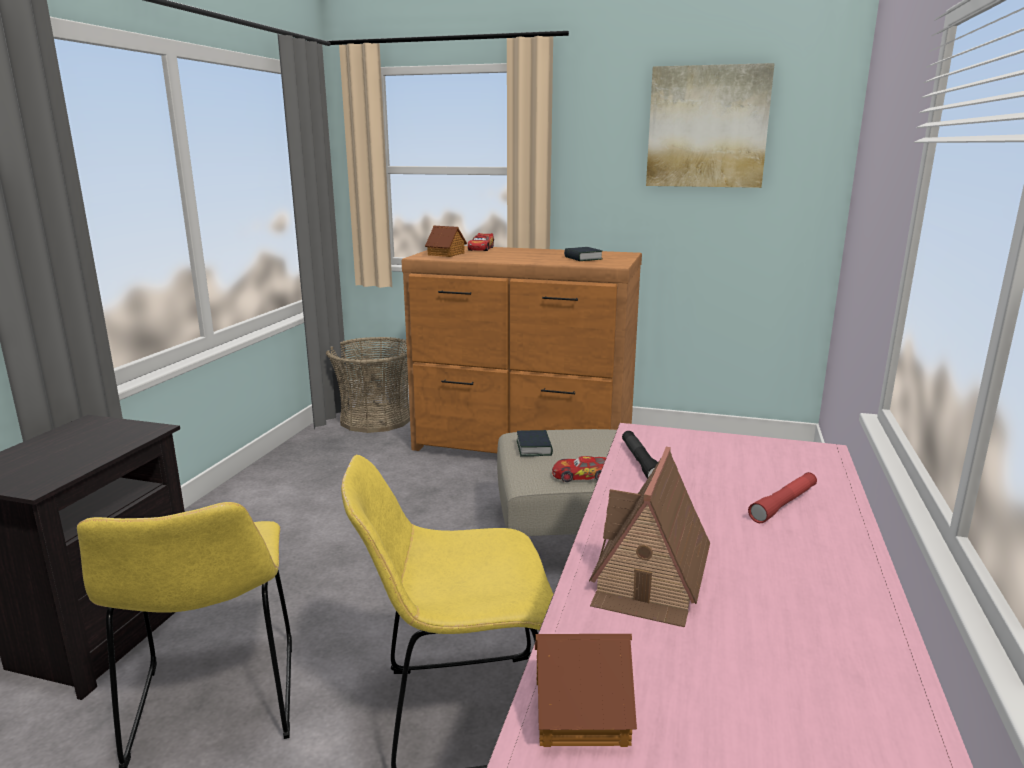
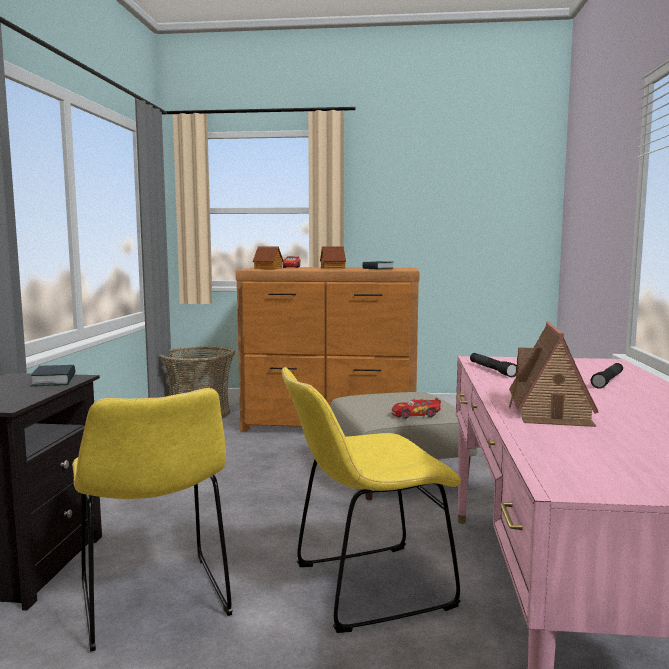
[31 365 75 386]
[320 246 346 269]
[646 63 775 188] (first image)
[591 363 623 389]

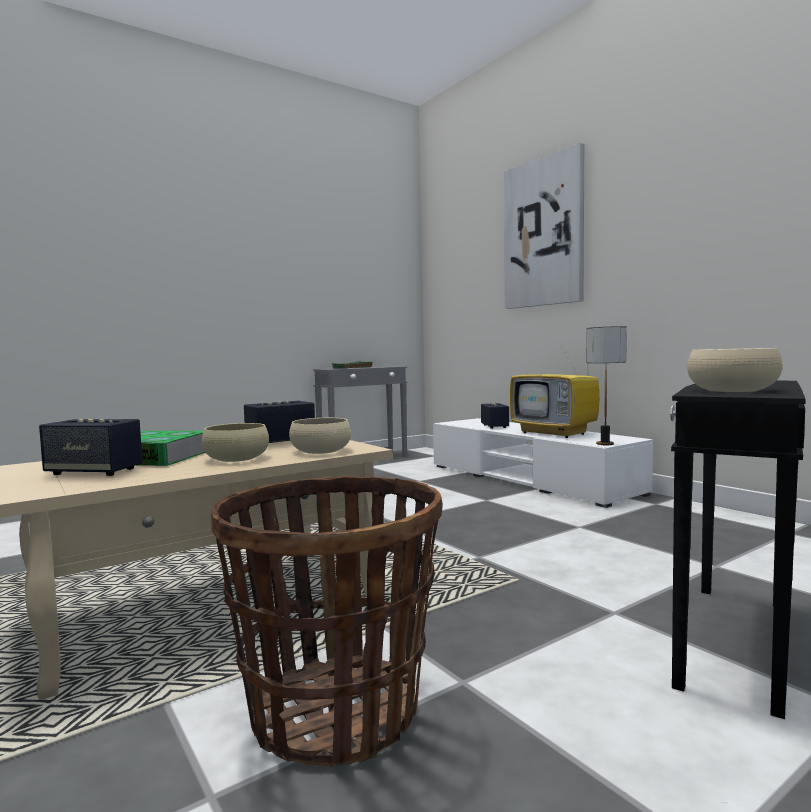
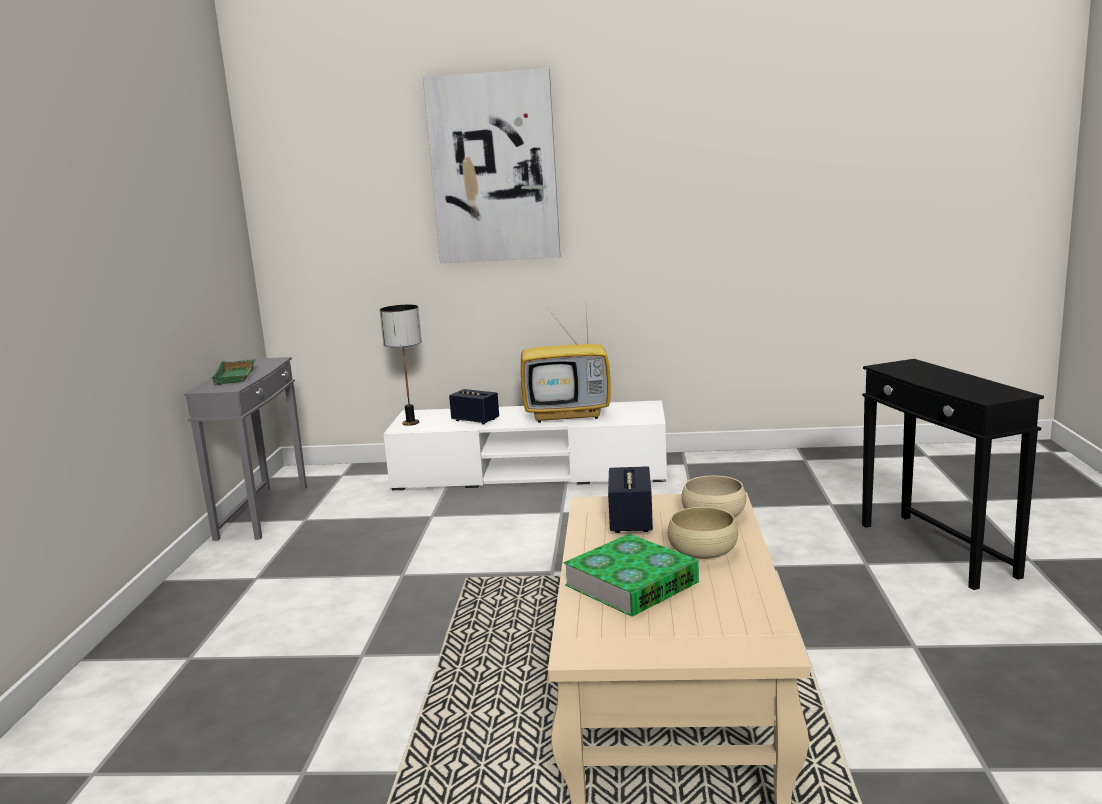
[39 419 143 476] (first image)
[211 476 443 767] (first image)
[380 305 422 426]
[687 348 783 392] (first image)

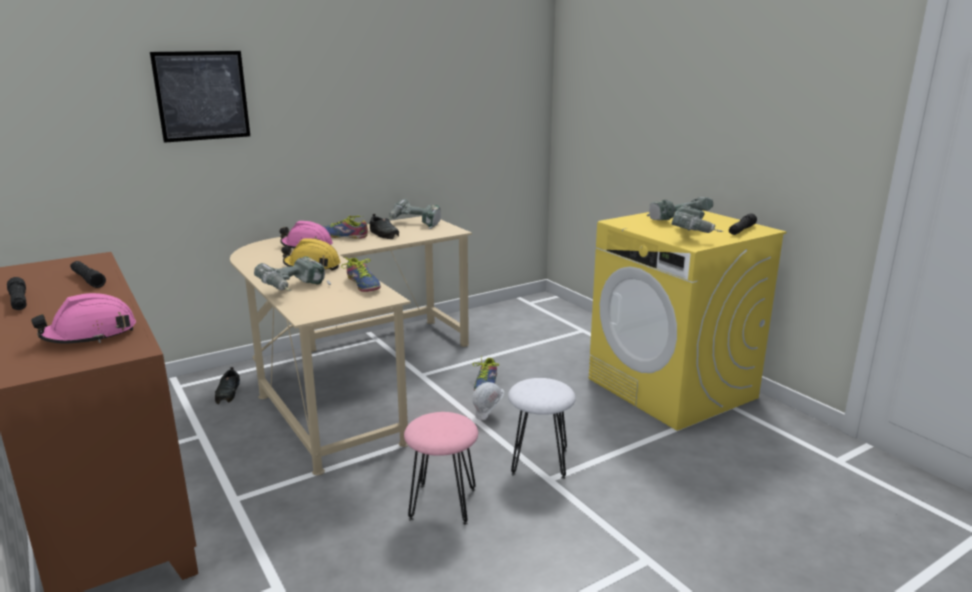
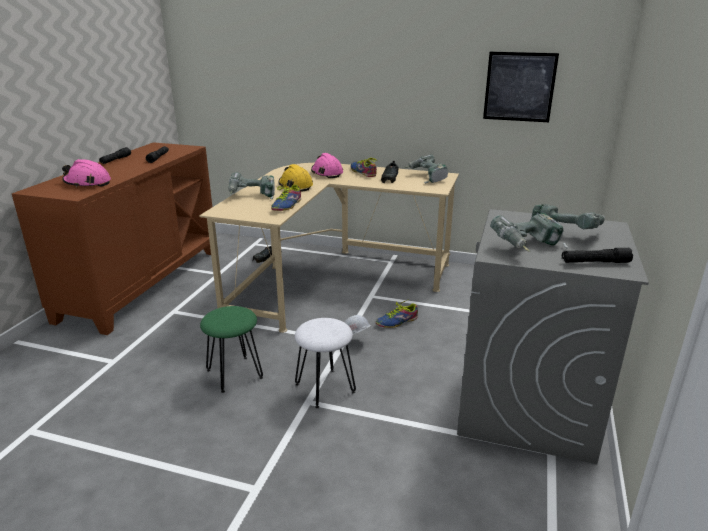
[483 52 559 122]
[200 306 263 393]
[457 209 649 464]

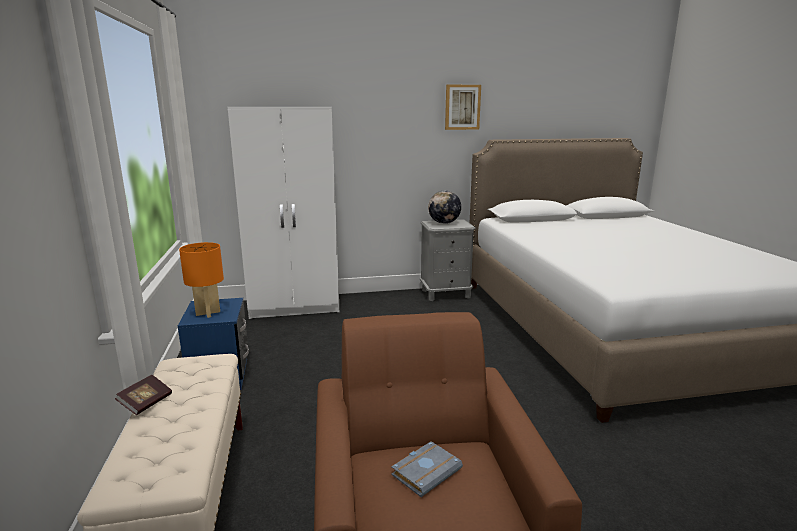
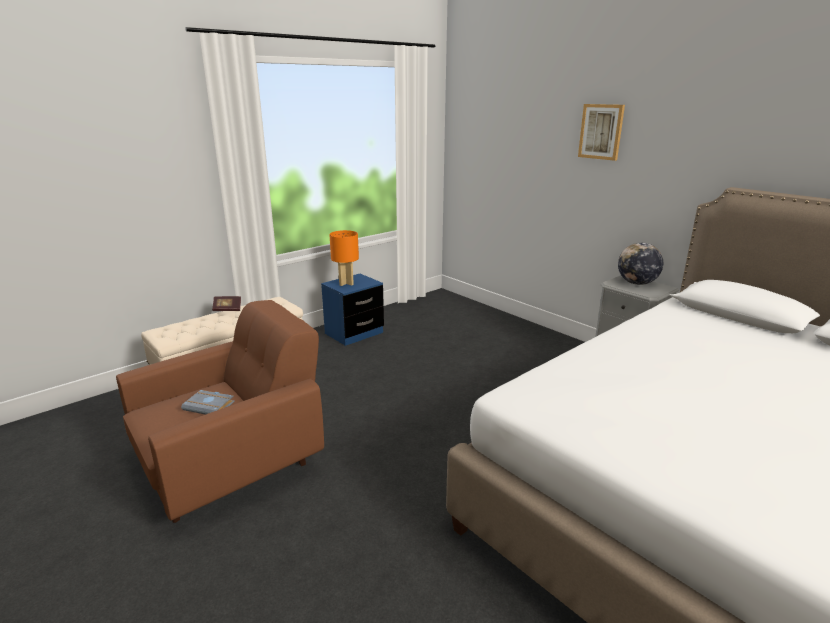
[228 107 339 319] (first image)
[578 104 625 161]

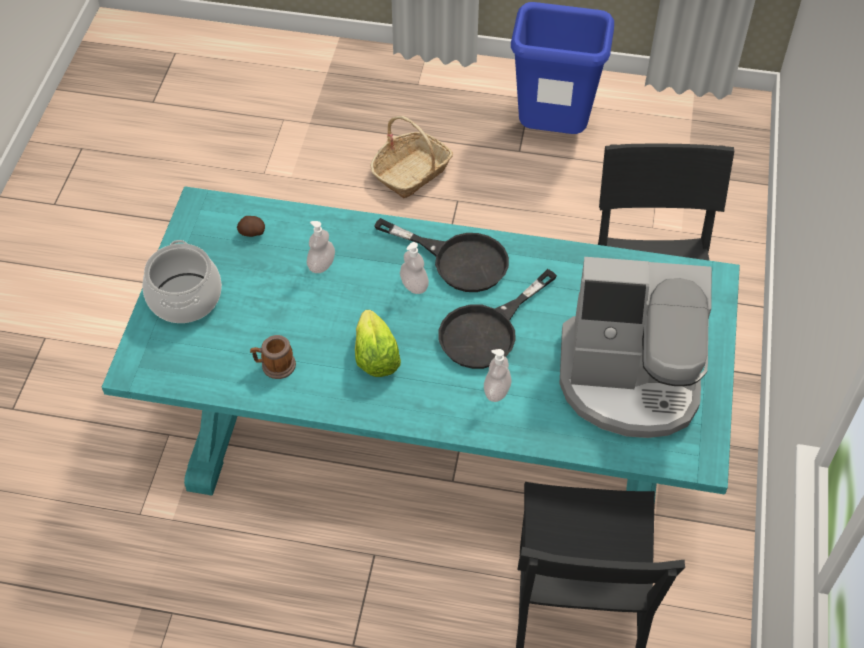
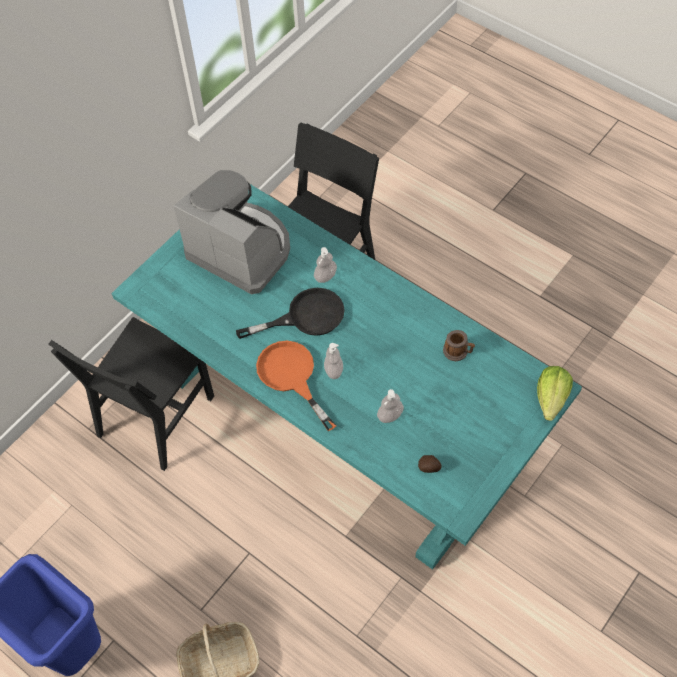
[142 240 222 323] (first image)
[537 366 573 421]
[256 341 336 431]

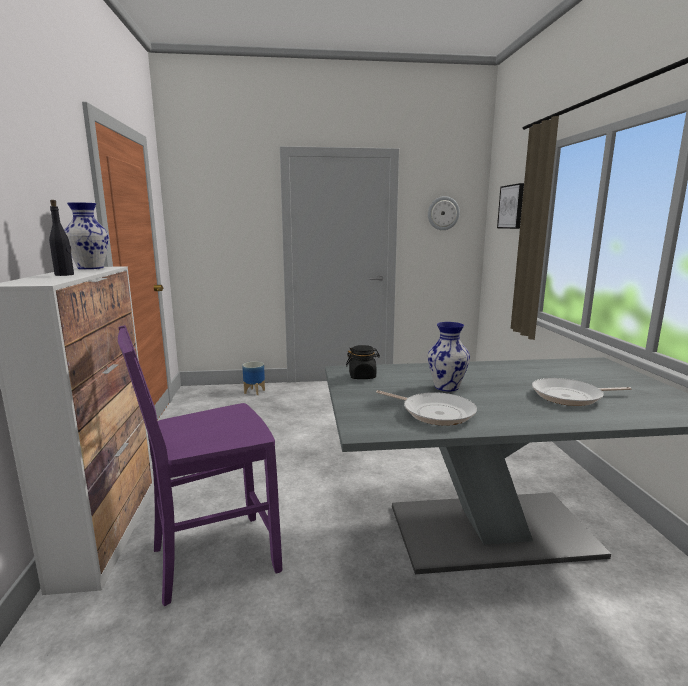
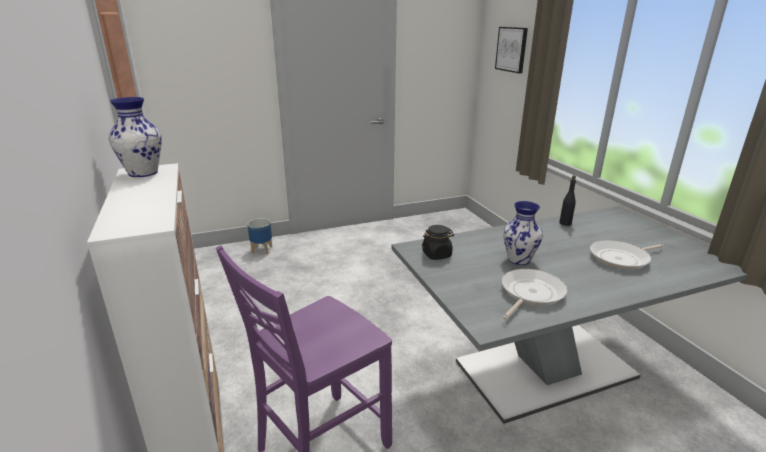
[559 176 576 226]
[501 269 567 319]
[428 196 460 230] (first image)

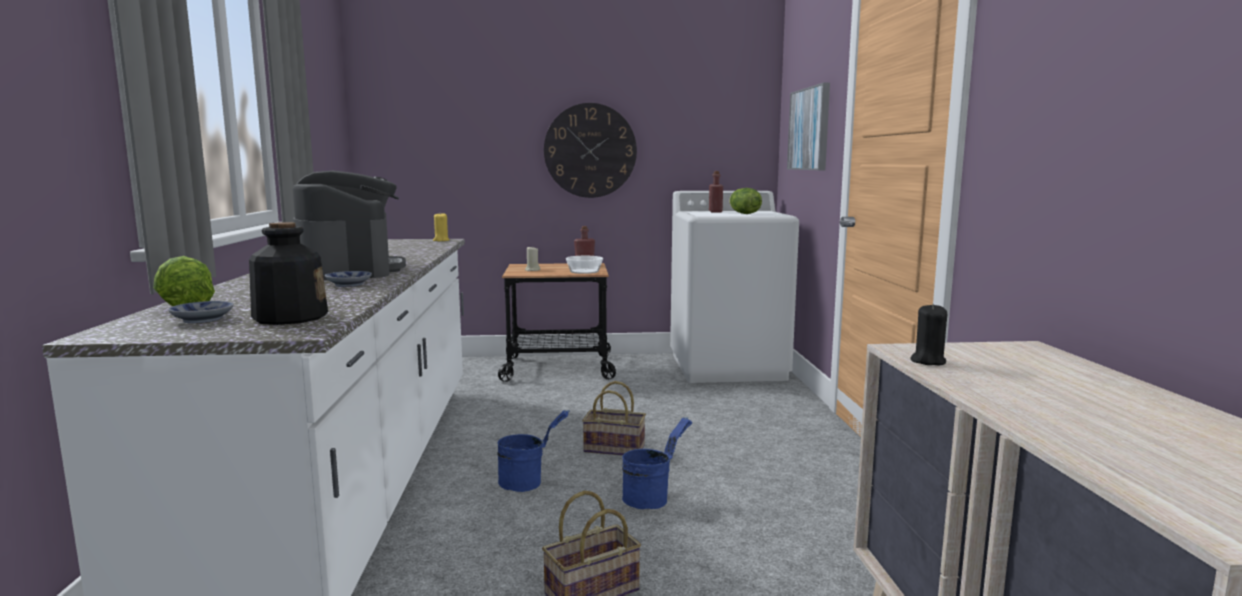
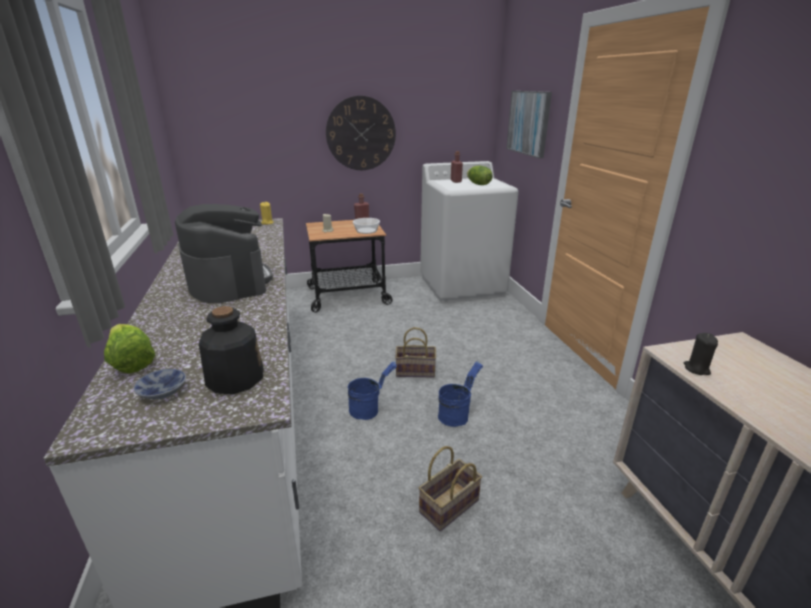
[325 271 372 287] (first image)

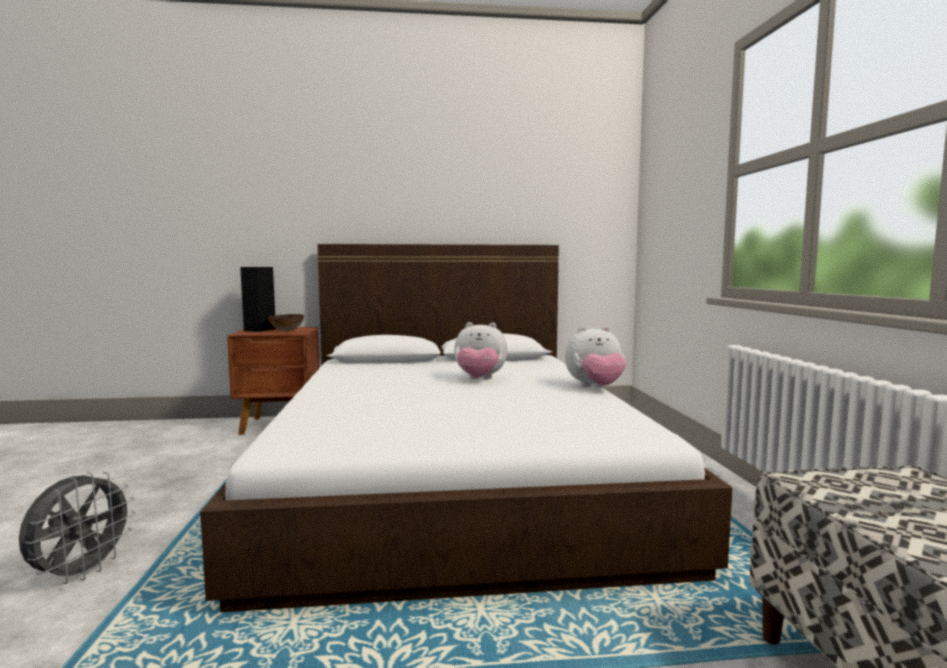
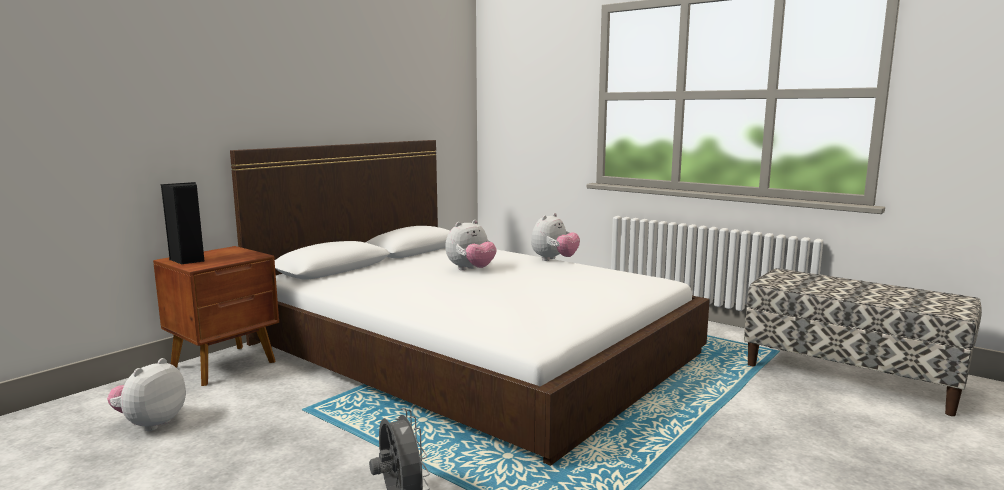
[268 314 304 331] (first image)
[107 358 186 431]

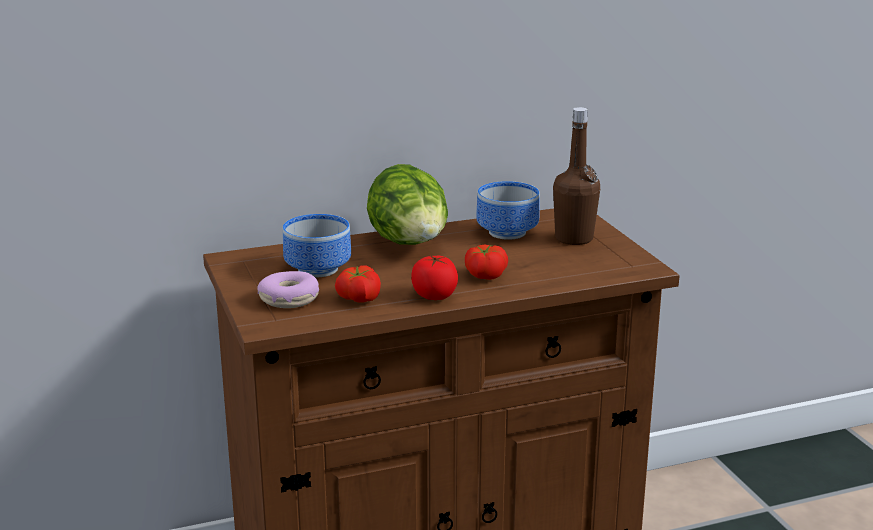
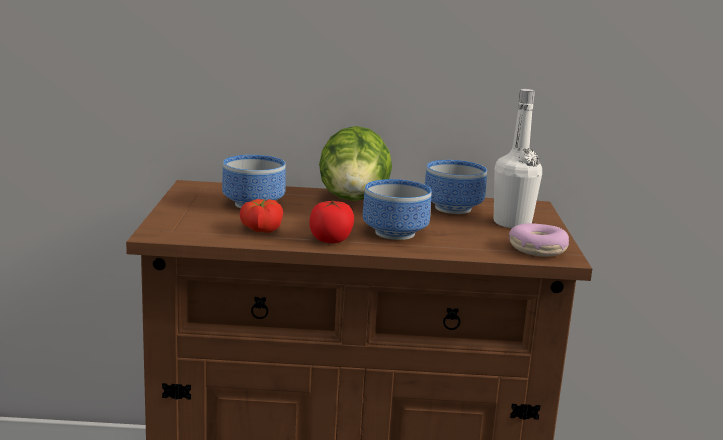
[509 223 569 257]
[363 179 432 240]
[494 89 542 228]

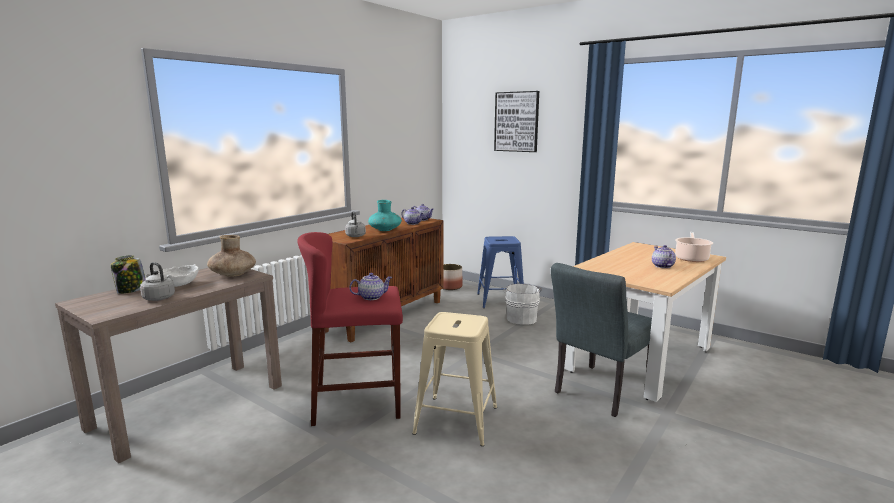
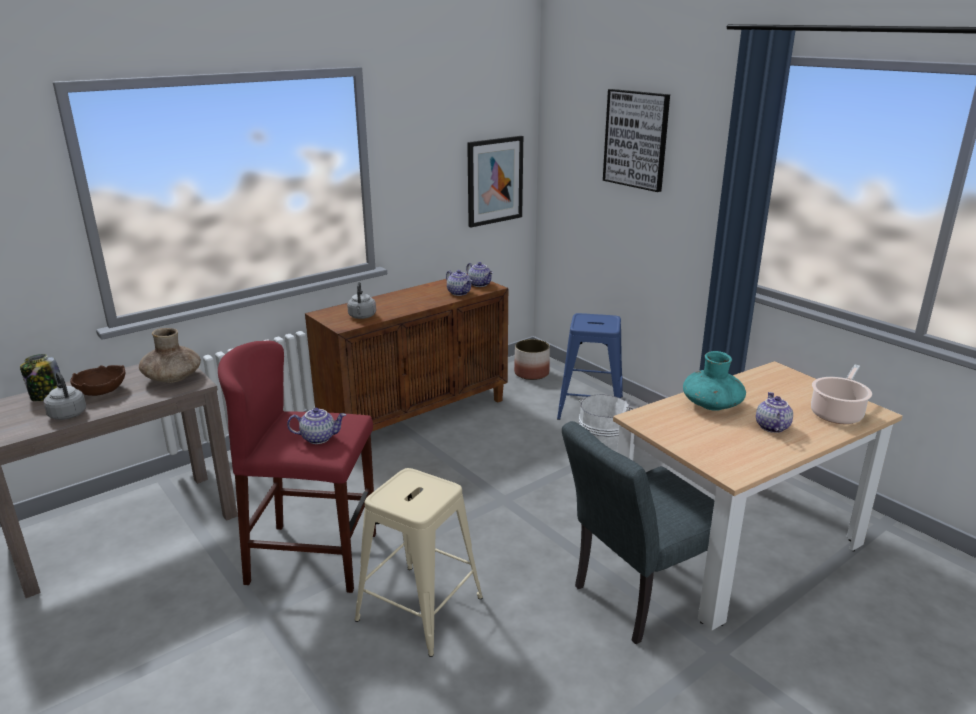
[70 365 125 396]
[683 351 746 411]
[467 136 523 228]

